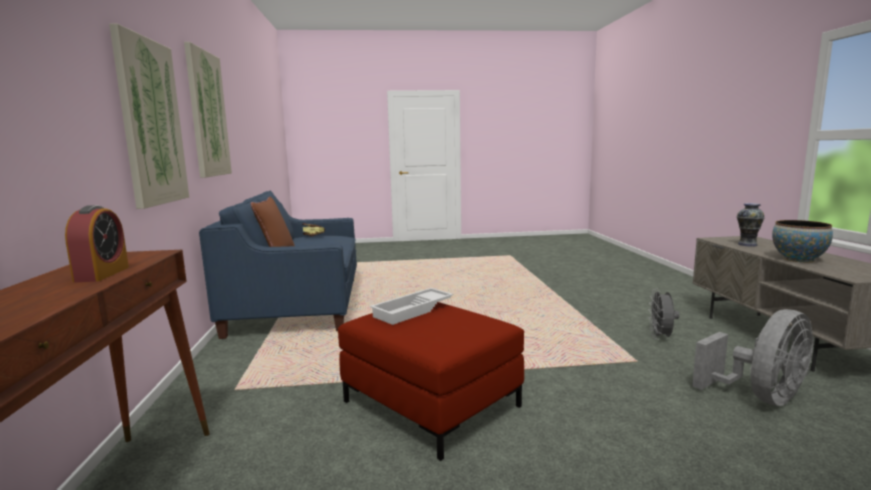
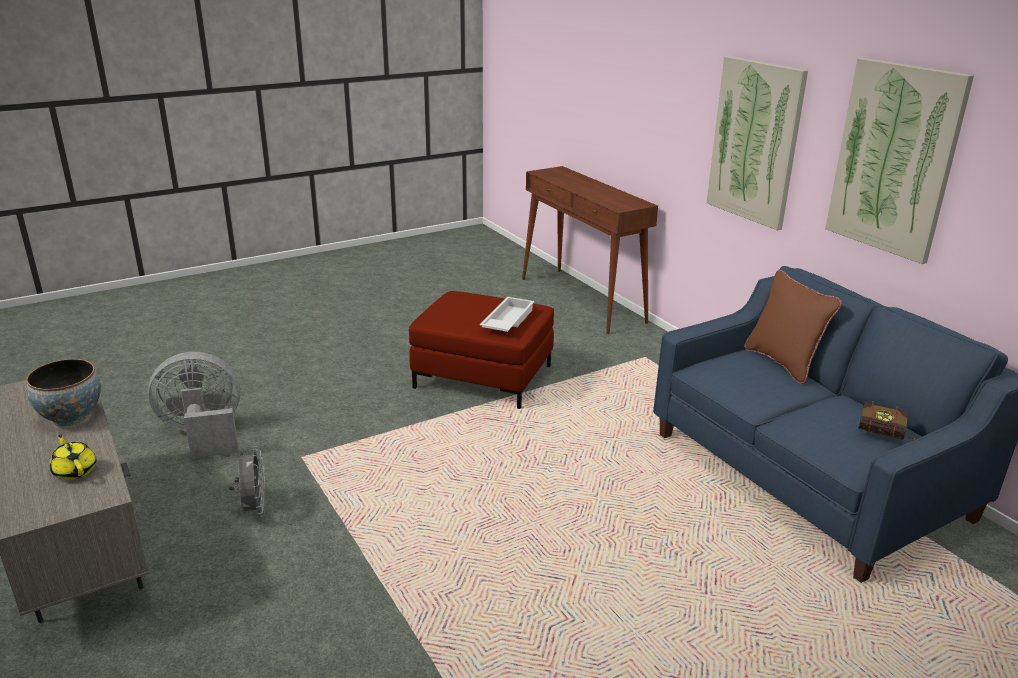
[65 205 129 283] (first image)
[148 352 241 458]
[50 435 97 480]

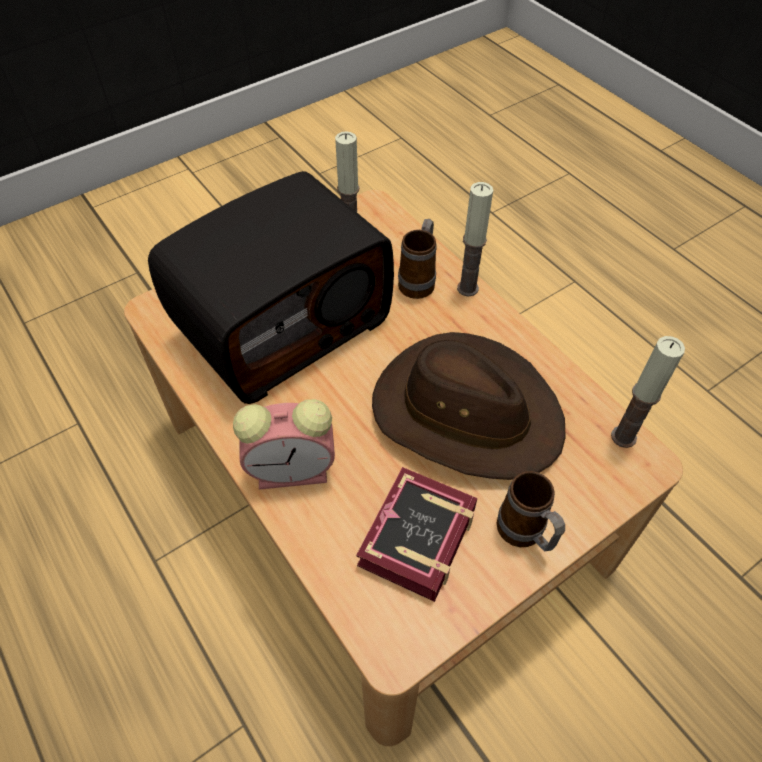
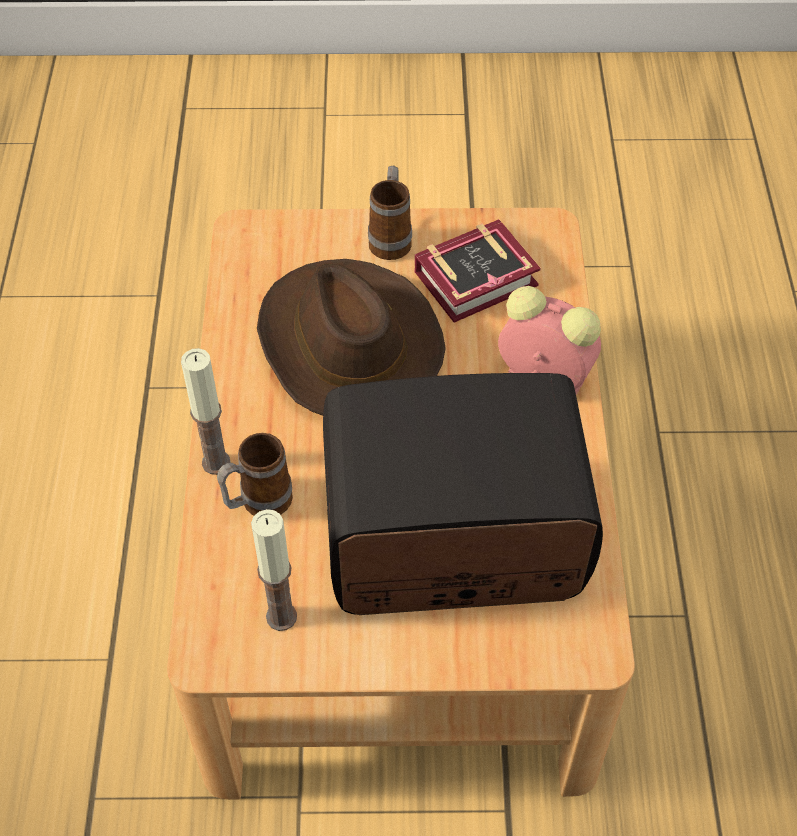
[611 336 685 448] (first image)

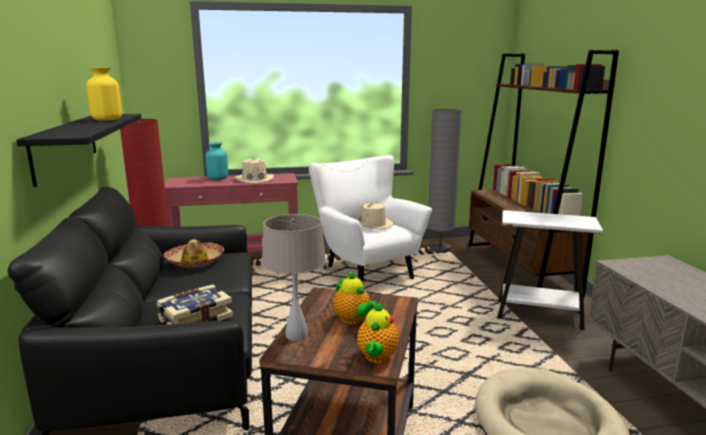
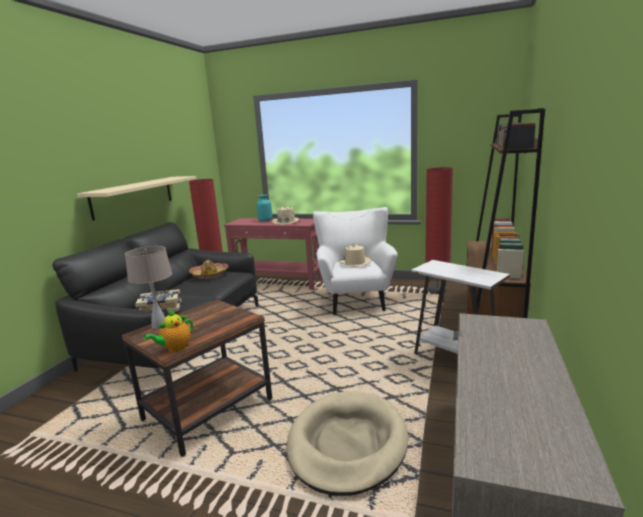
[77 176 197 220]
[86 68 122 121] (first image)
[333 271 378 324] (first image)
[426 167 453 294]

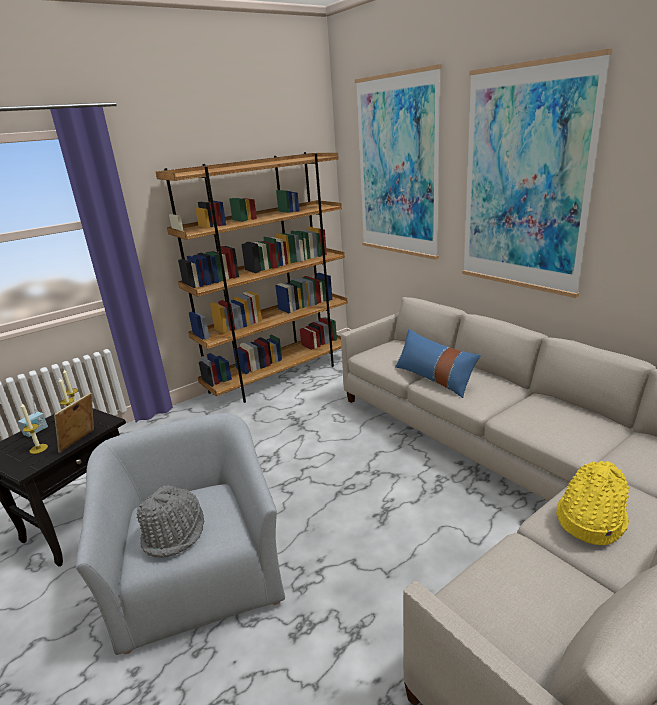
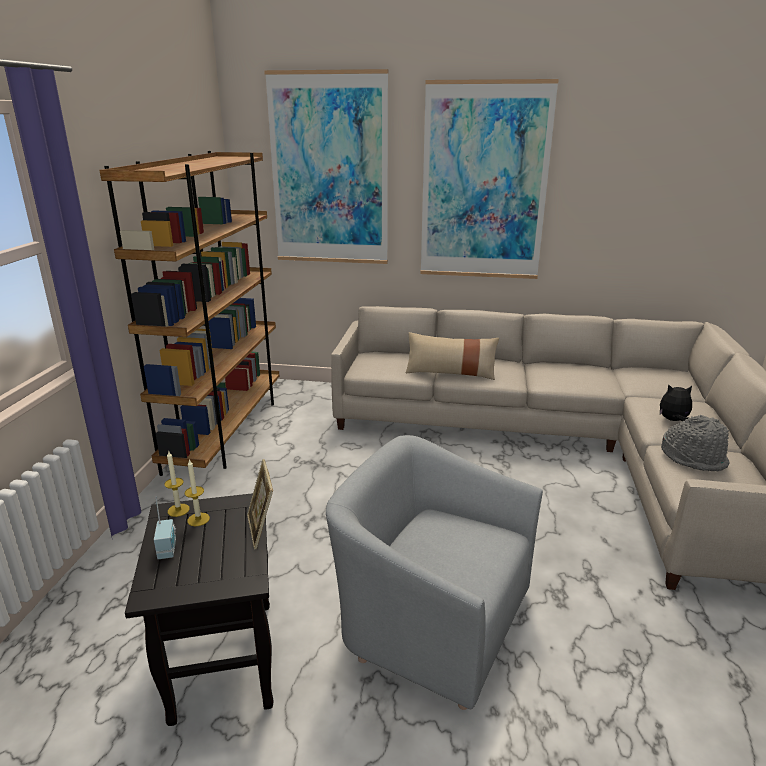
[21 403 48 454] (first image)
[661 415 729 471]
[406 332 499 380]
[660 384 692 422]

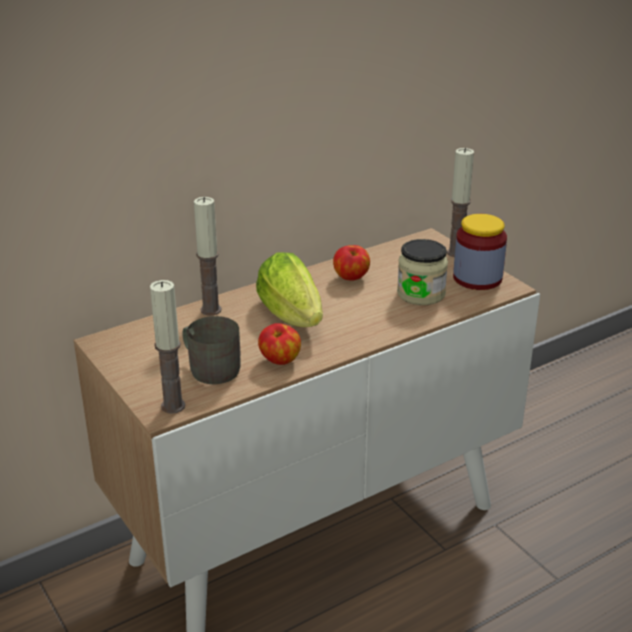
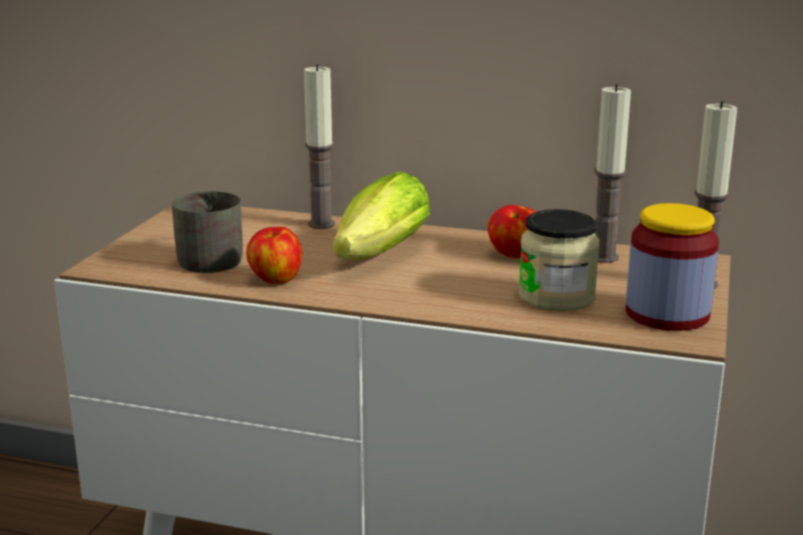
[595 84 631 263]

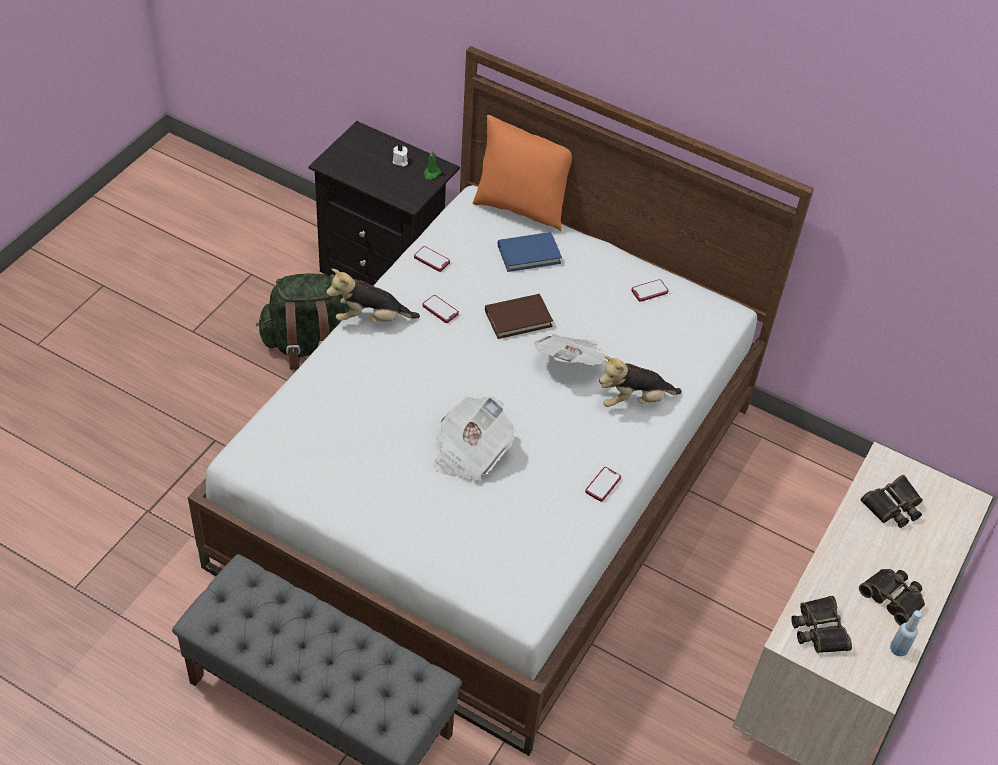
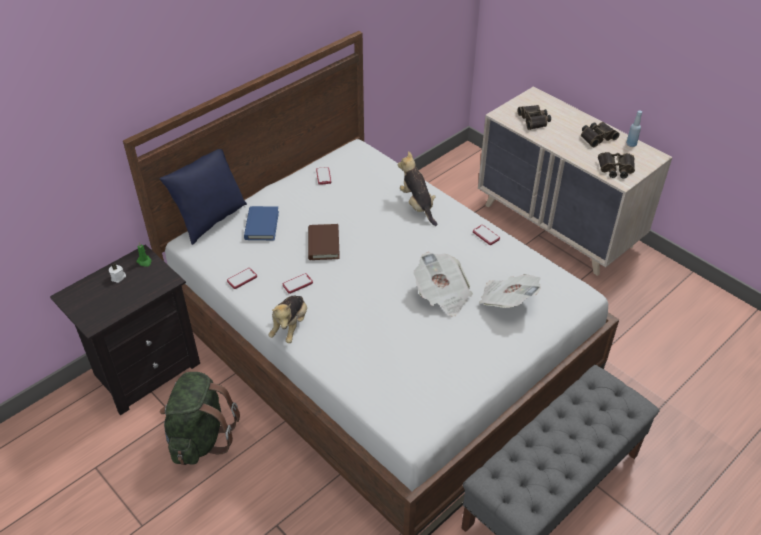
[160 149 247 245]
[479 274 541 308]
[398 151 437 226]

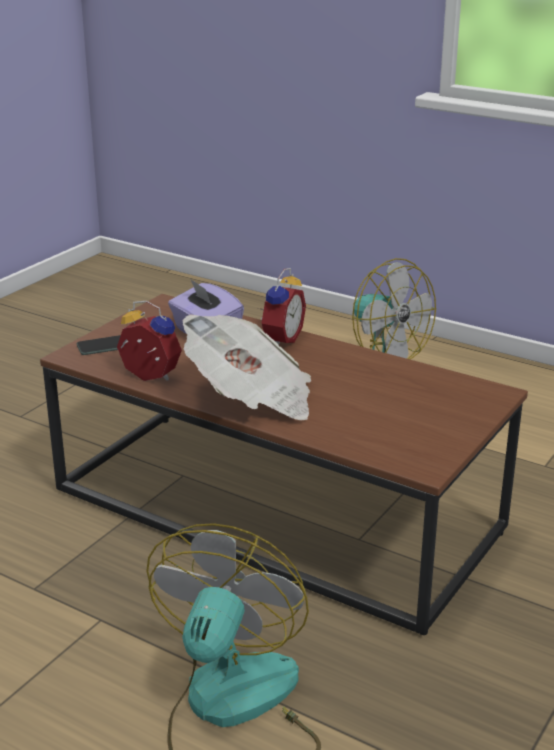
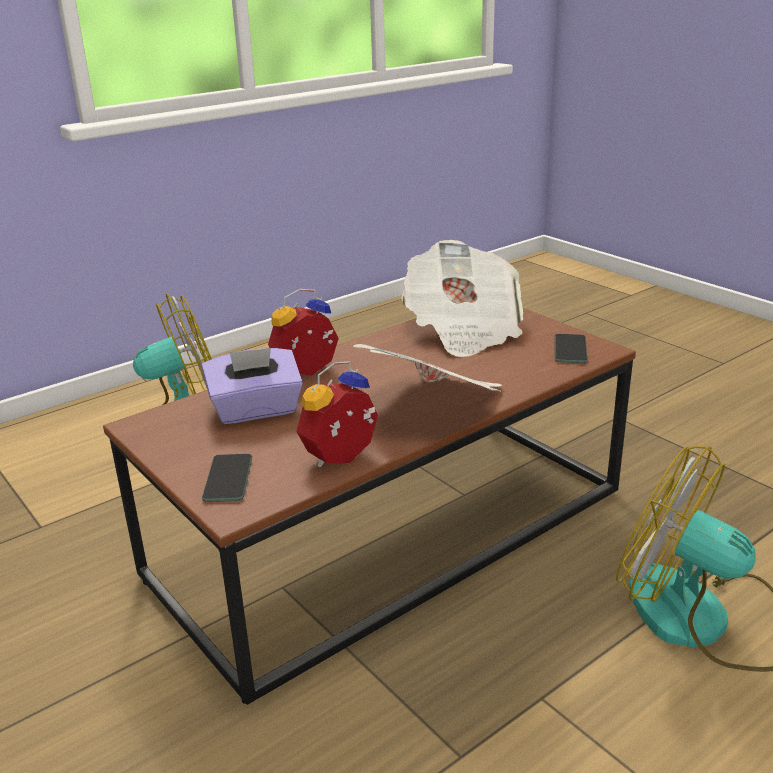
[268 289 339 376]
[401 240 523 357]
[554 334 588 363]

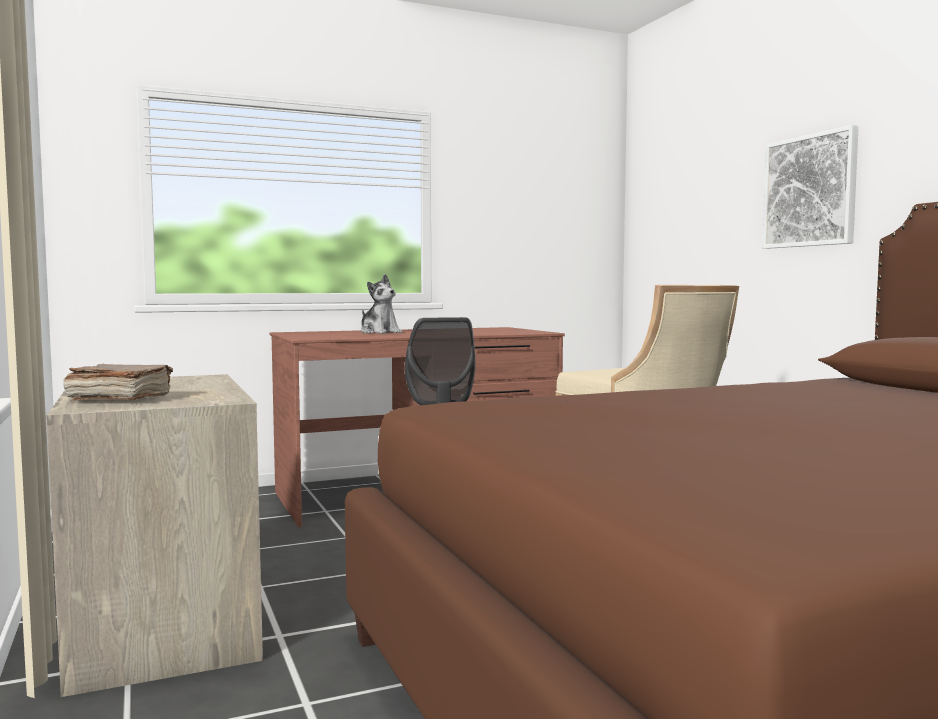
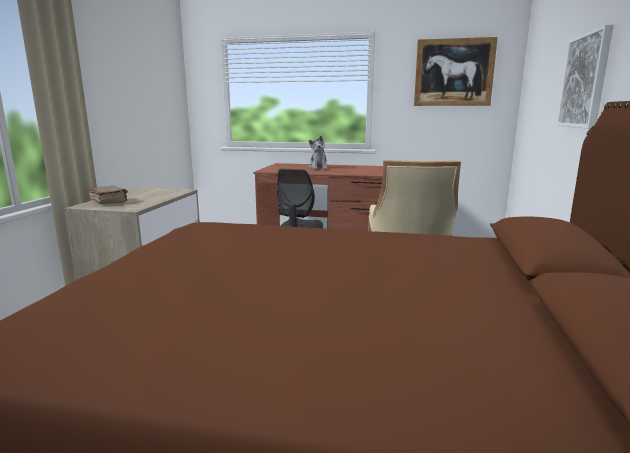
[414 37 498 106]

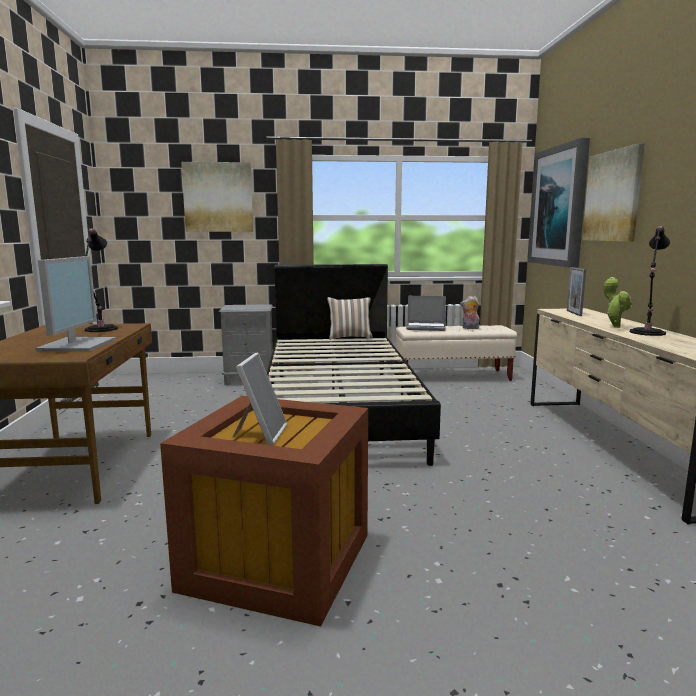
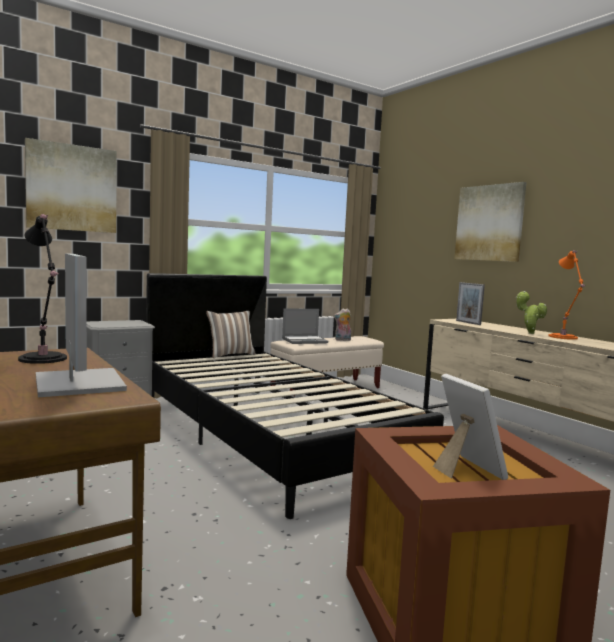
[527 138 590 268] (first image)
[549 250 585 340]

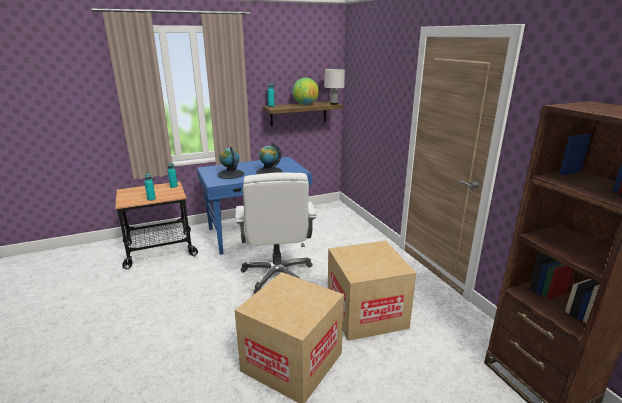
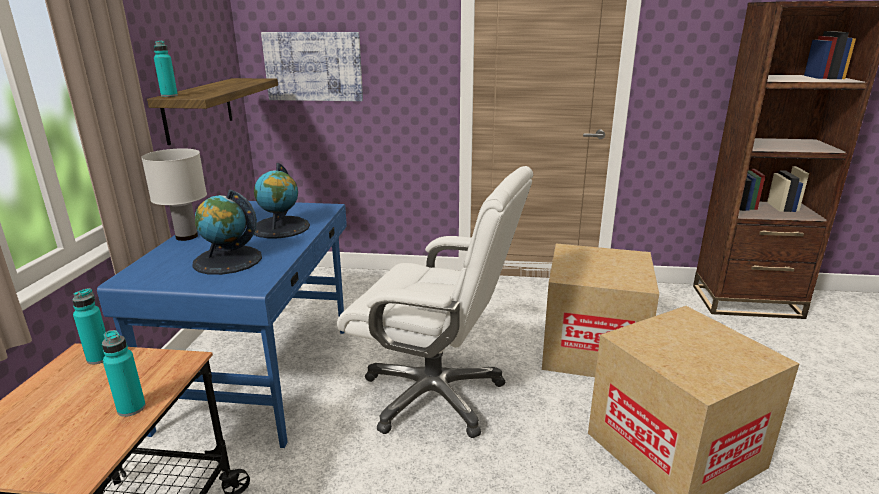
[293 78 319 105] (first image)
[141 148 207 241]
[261 32 363 101]

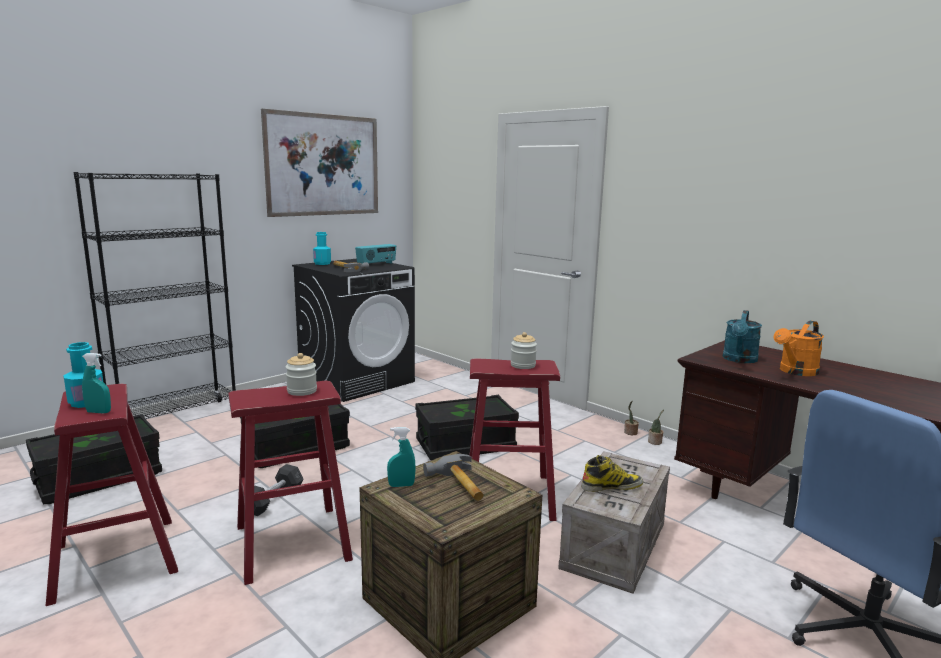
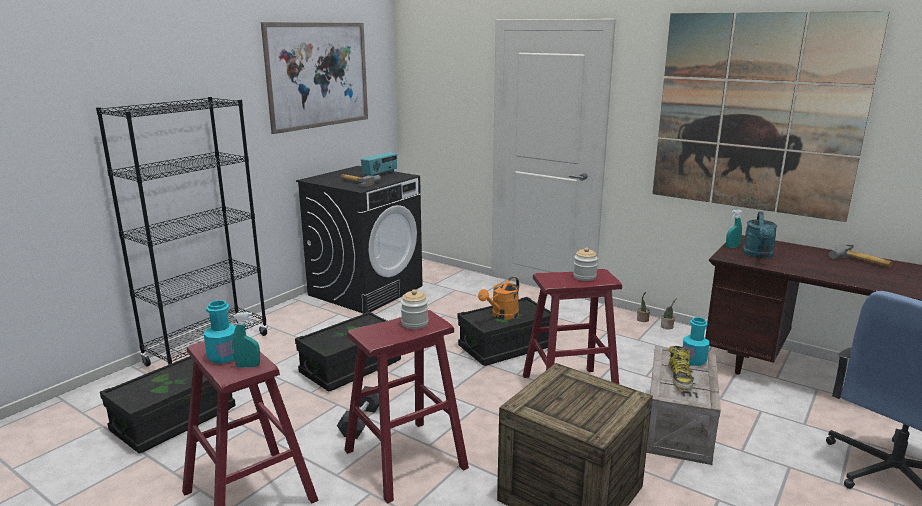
[683 317 709 366]
[726 210 742 248]
[829 244 892 267]
[668 346 693 390]
[478 276 519 320]
[652 11 890 222]

